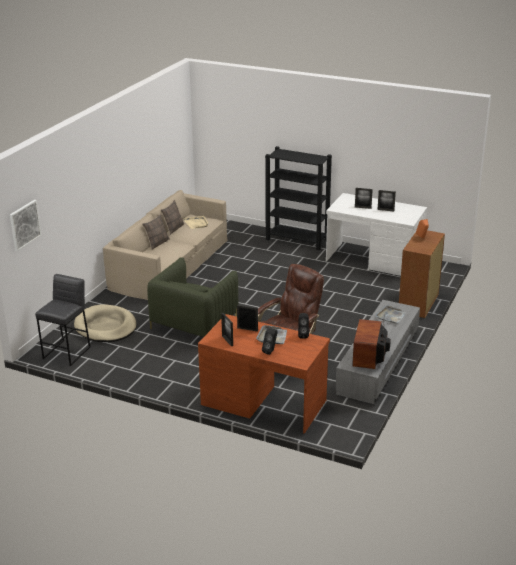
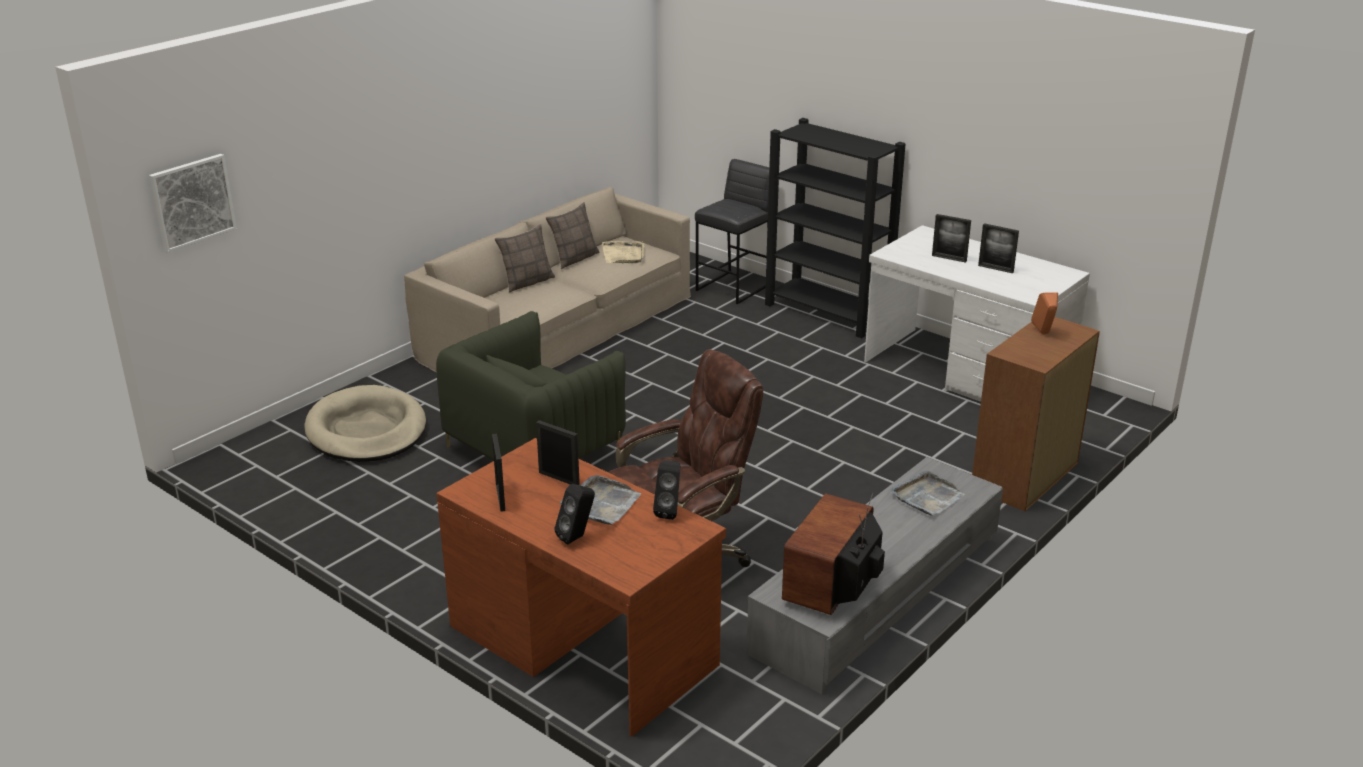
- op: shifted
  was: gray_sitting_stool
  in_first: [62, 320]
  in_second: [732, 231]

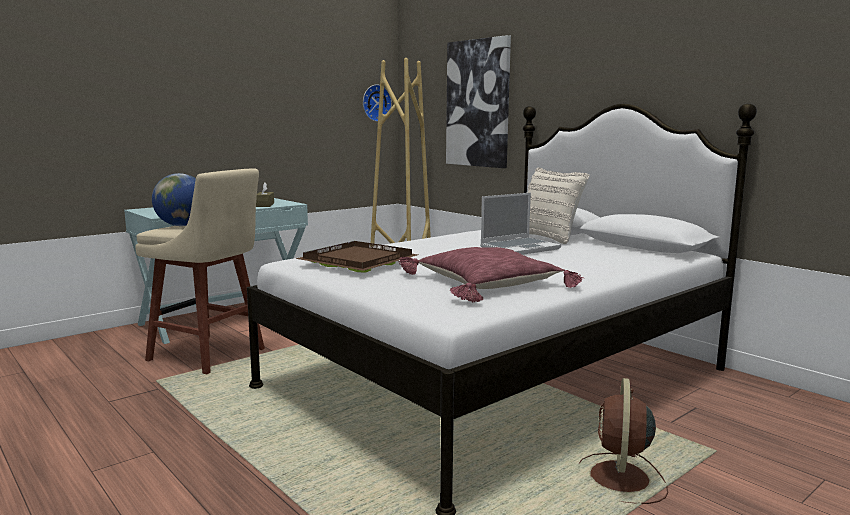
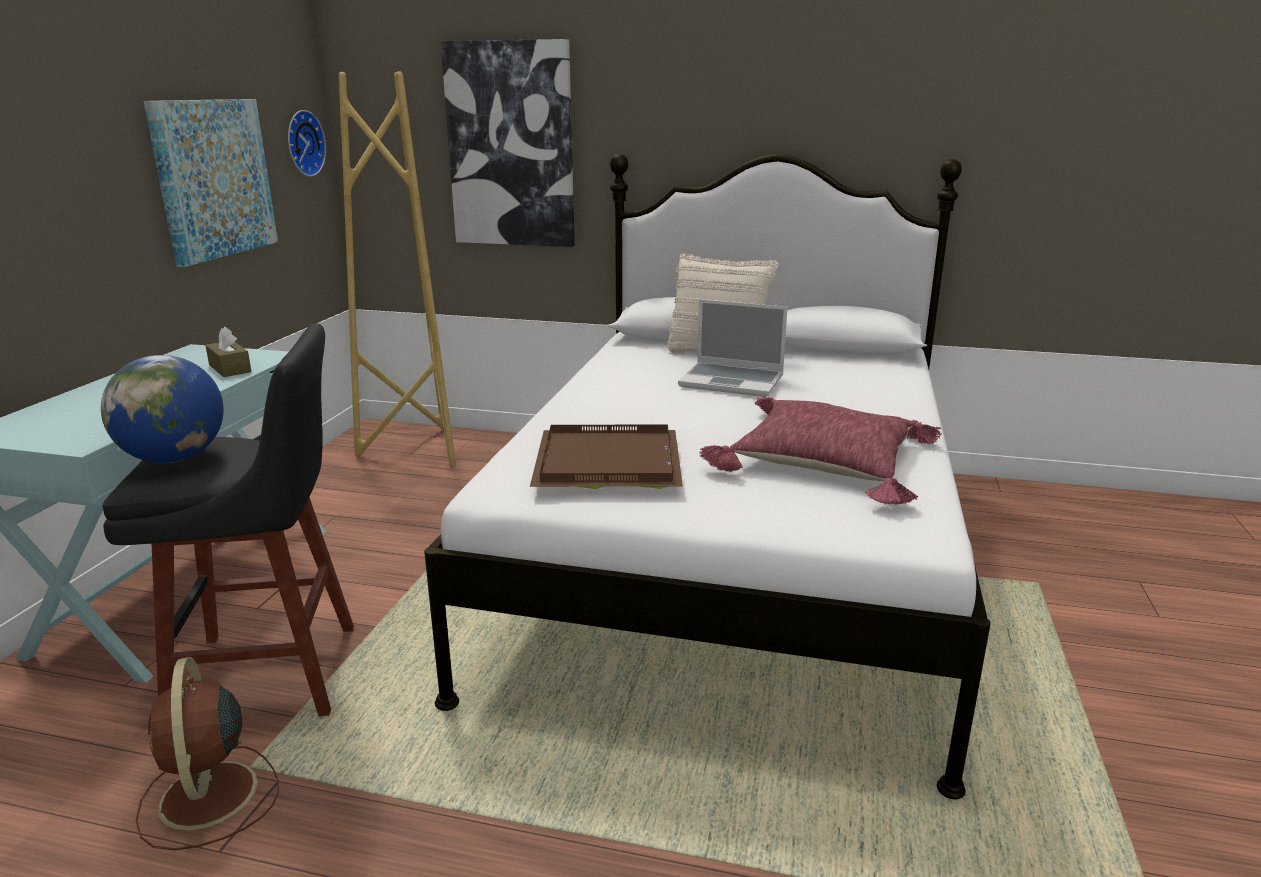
- op: repainted
  was: sand-coloured_sitting_stool
  now: black-coloured_sitting_stool
  in_first: [200, 271]
  in_second: [228, 519]
- op: shifted
  was: brownish_fan
  in_first: [623, 441]
  in_second: [207, 753]
- op: new
  now: wall_art
  in_second: [210, 183]
- op: rotated
  was: notebook_computer
  in_first: [520, 224]
  in_second: [733, 348]
  clockwise: 90

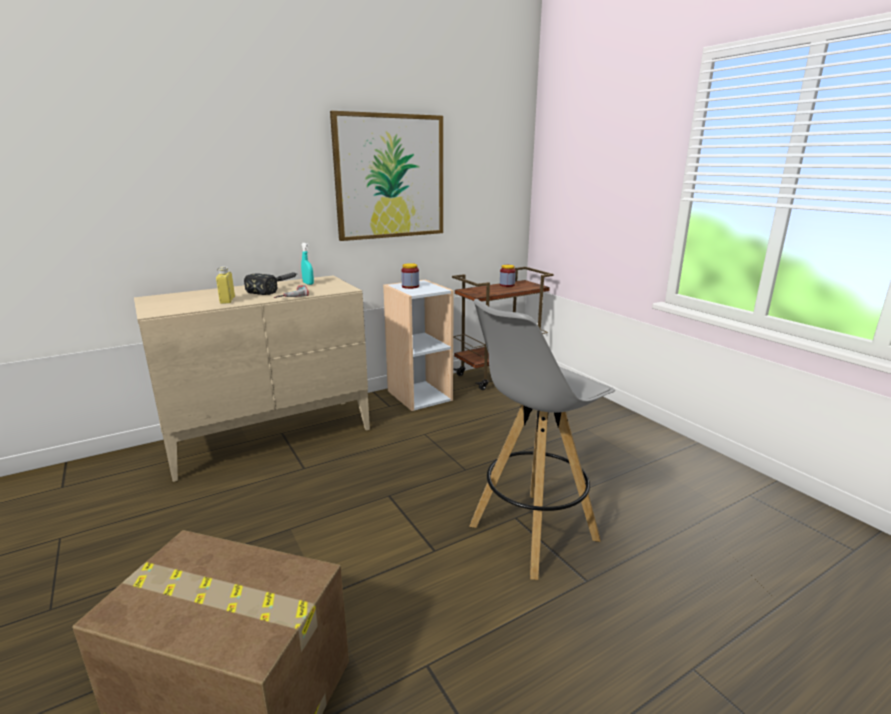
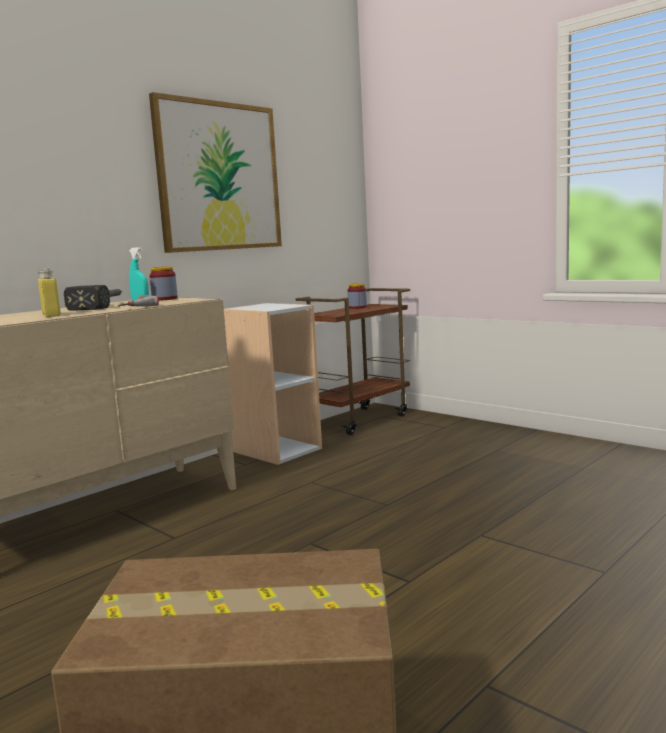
- op: shifted
  was: preserve_jar
  in_first: [410, 276]
  in_second: [164, 283]
- op: gone
  was: gray_sitting_stool
  in_first: [542, 439]

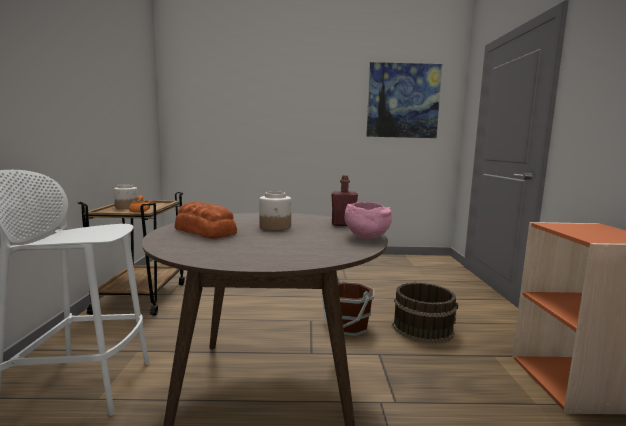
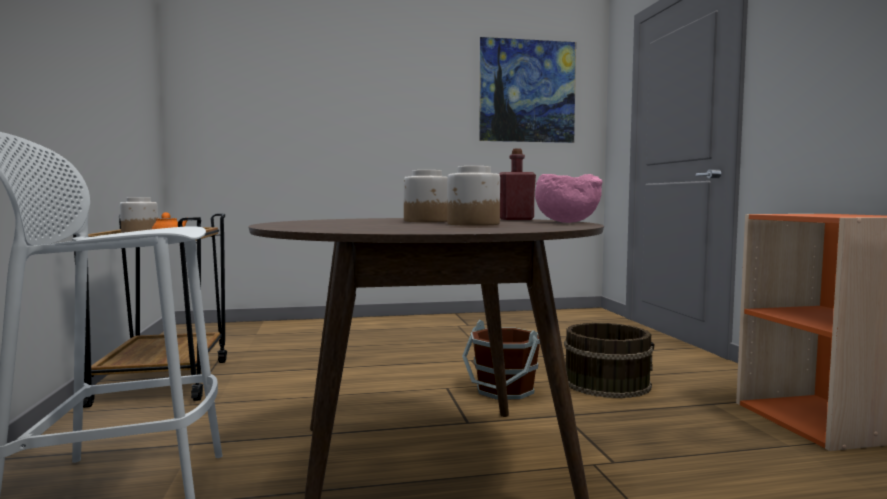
- op: new
  now: preserve_jar
  in_second: [473, 196]
- op: gone
  was: bread
  in_first: [206, 220]

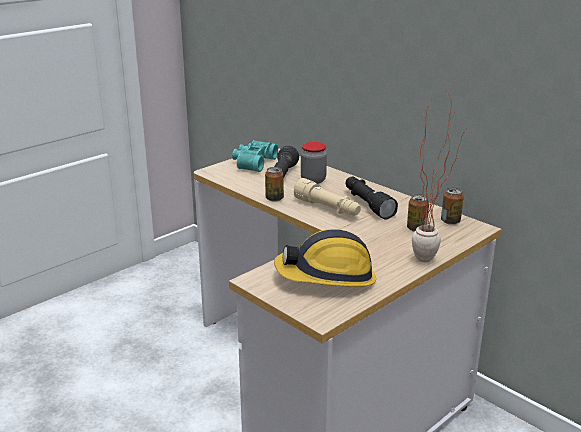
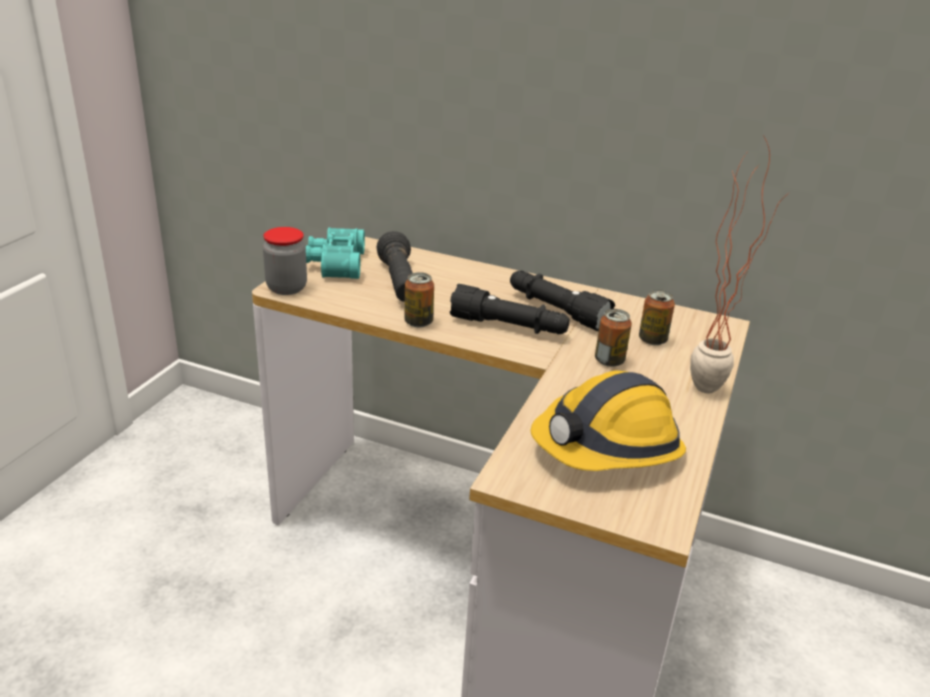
- op: shifted
  was: preserve_jar
  in_first: [314, 163]
  in_second: [285, 261]
- op: repainted
  was: sand-coloured_torch
  now: black-coloured_torch
  in_first: [327, 197]
  in_second: [510, 309]
- op: shifted
  was: metal_can
  in_first: [452, 206]
  in_second: [613, 338]

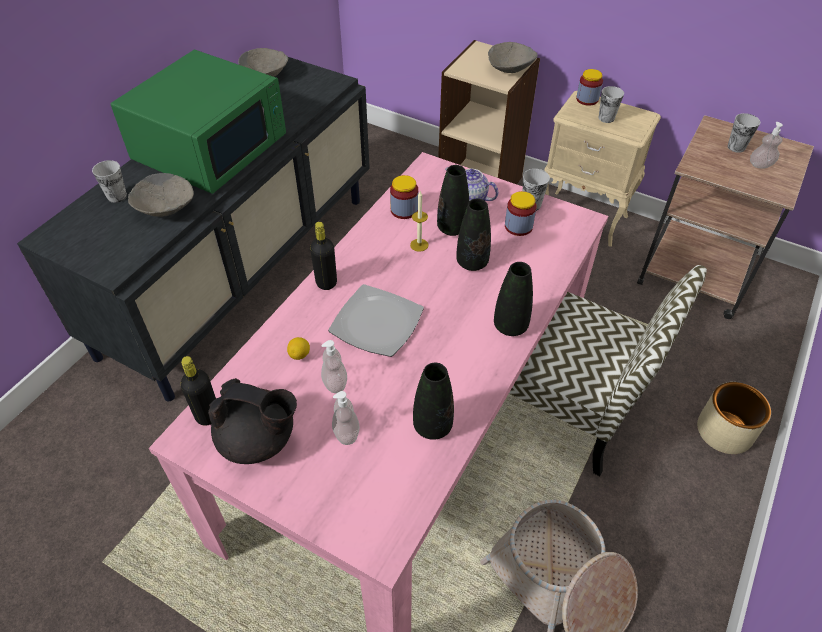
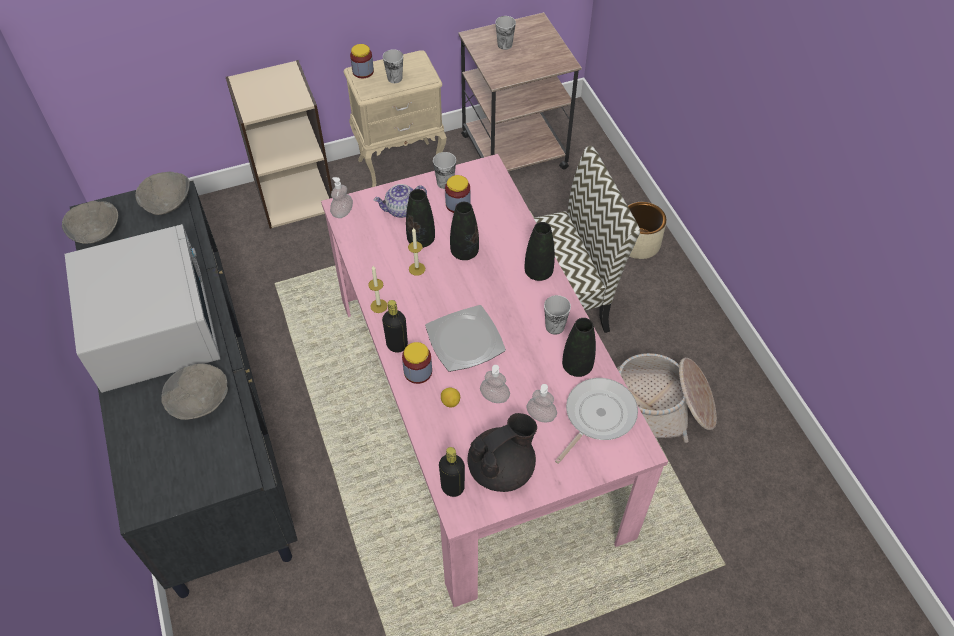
- op: repainted
  was: green-coloured_kitchen_microwave
  now: white-coloured_kitchen_microwave
  in_first: [198, 121]
  in_second: [142, 308]
- op: shifted
  was: gray_bowl
  in_first: [513, 57]
  in_second: [162, 193]
- op: shifted
  was: liquid_soap_bottle
  in_first: [766, 145]
  in_second: [341, 197]
- op: new
  now: wax_candle
  in_second: [378, 289]
- op: shifted
  was: preserve_jar
  in_first: [404, 197]
  in_second: [417, 363]
- op: shifted
  was: cup
  in_first: [109, 181]
  in_second: [557, 315]
- op: new
  now: pan
  in_second: [596, 421]

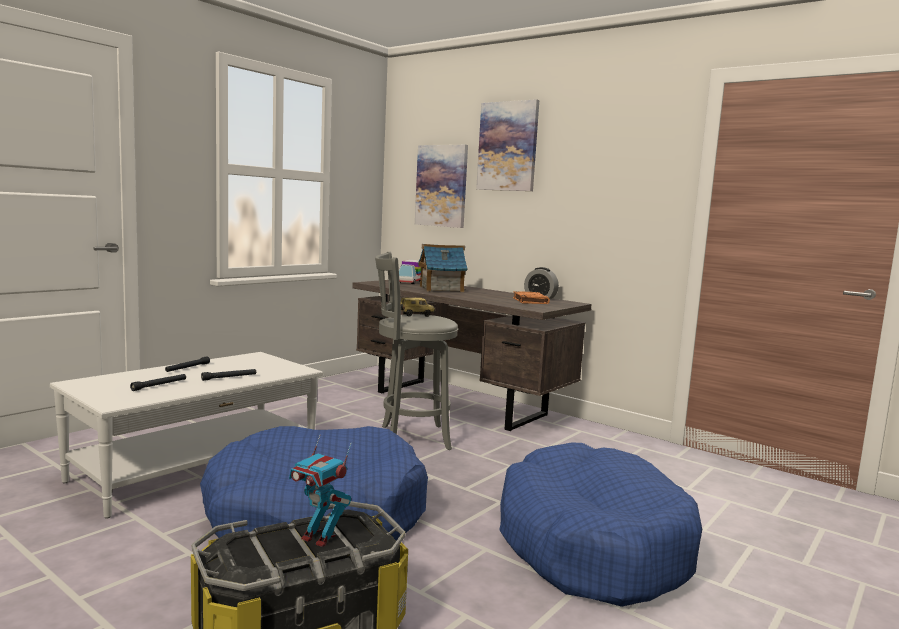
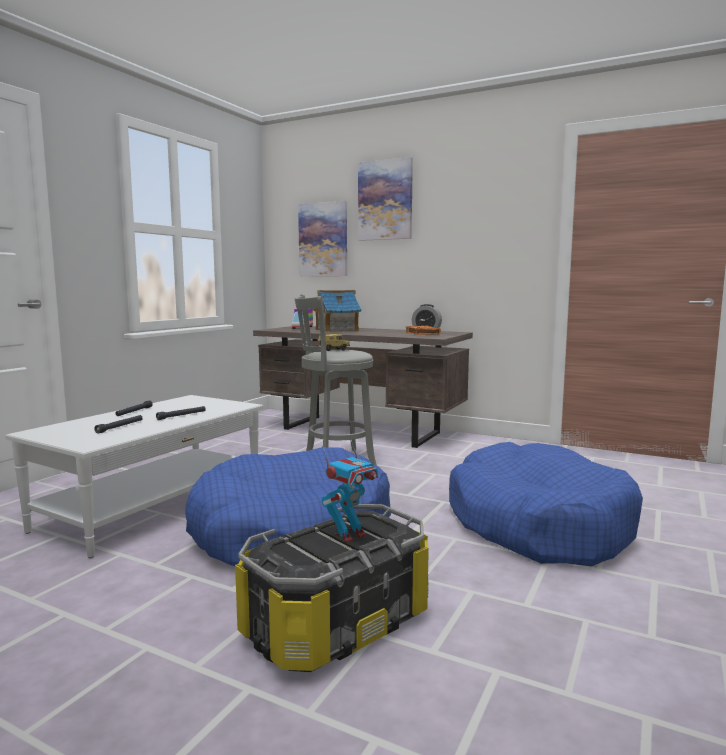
- op: rotated
  was: robot_figure
  in_first: [320, 490]
  in_second: [350, 491]
  clockwise: -60

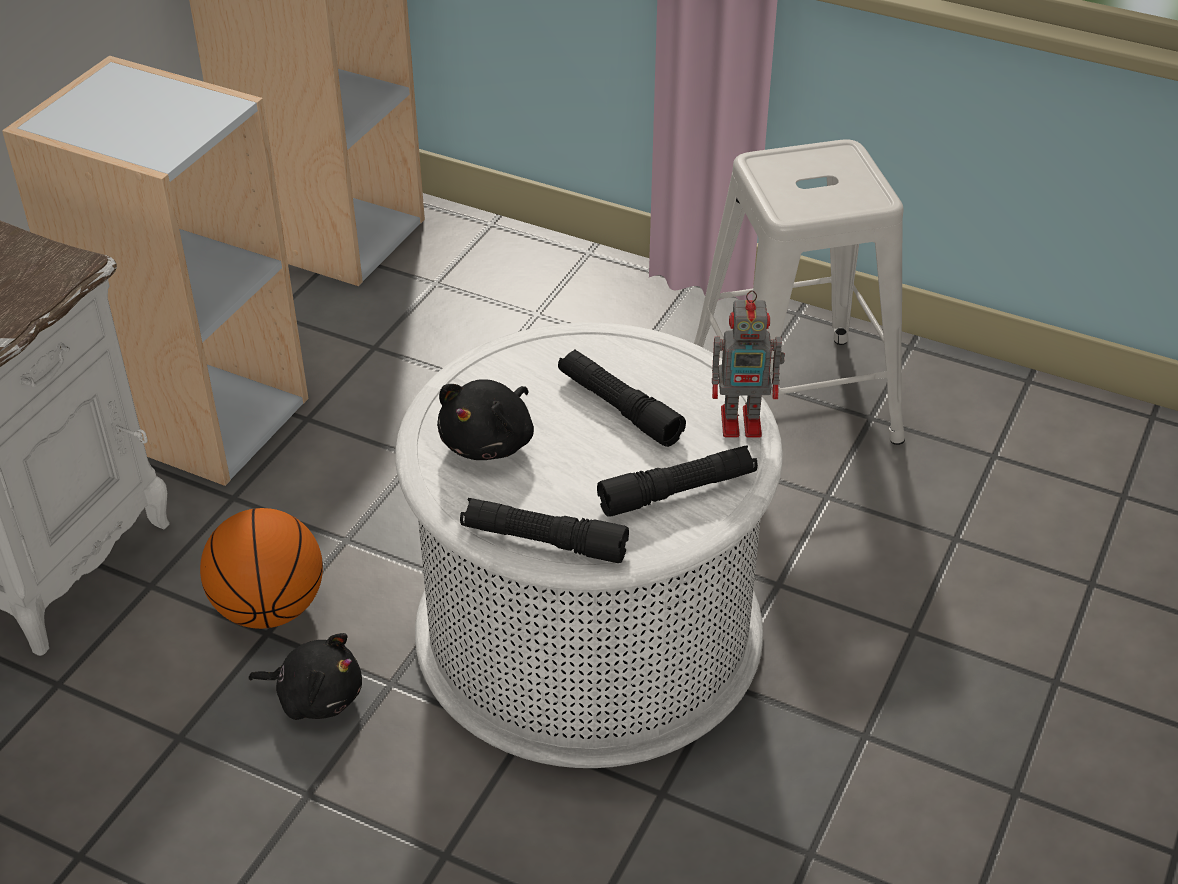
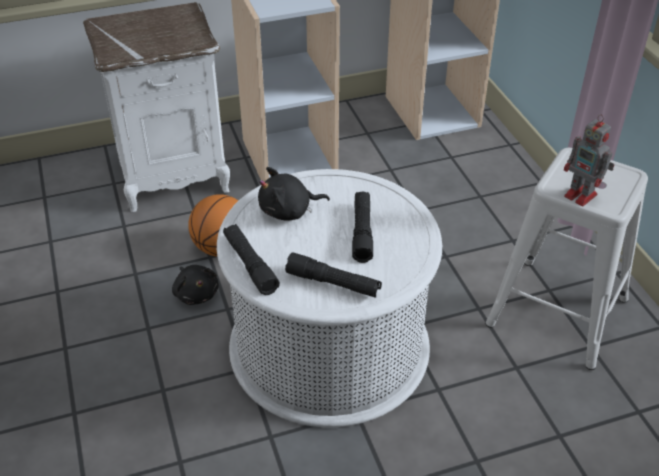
- op: shifted
  was: robot_figure
  in_first: [748, 364]
  in_second: [589, 160]

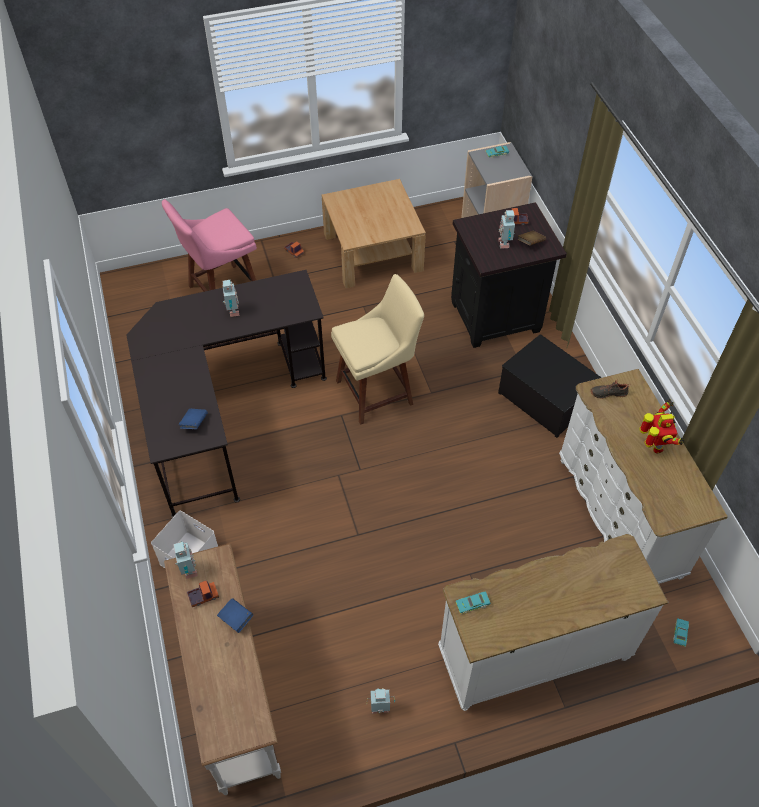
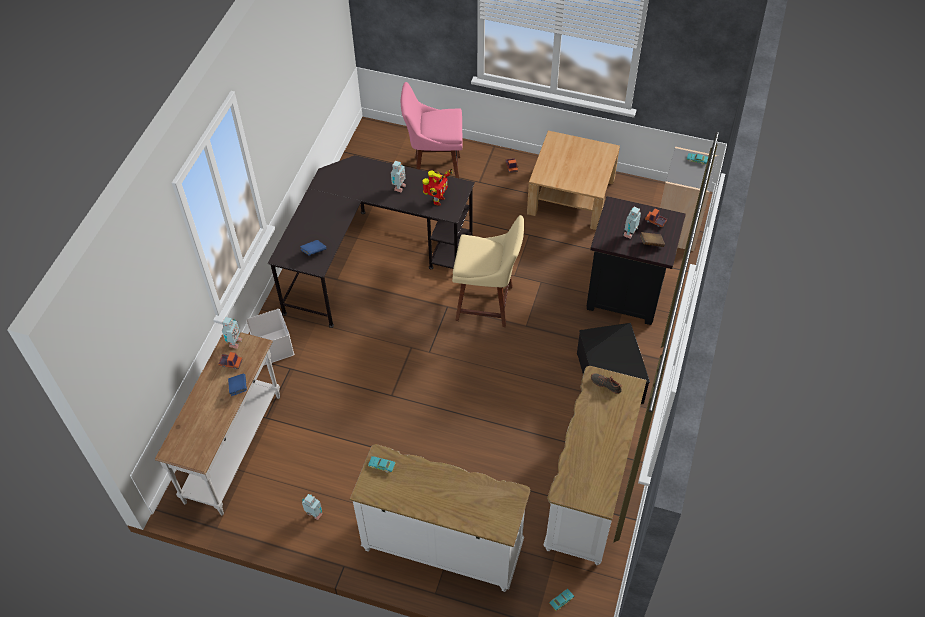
- op: shifted
  was: robot_figure
  in_first: [662, 426]
  in_second: [437, 187]

